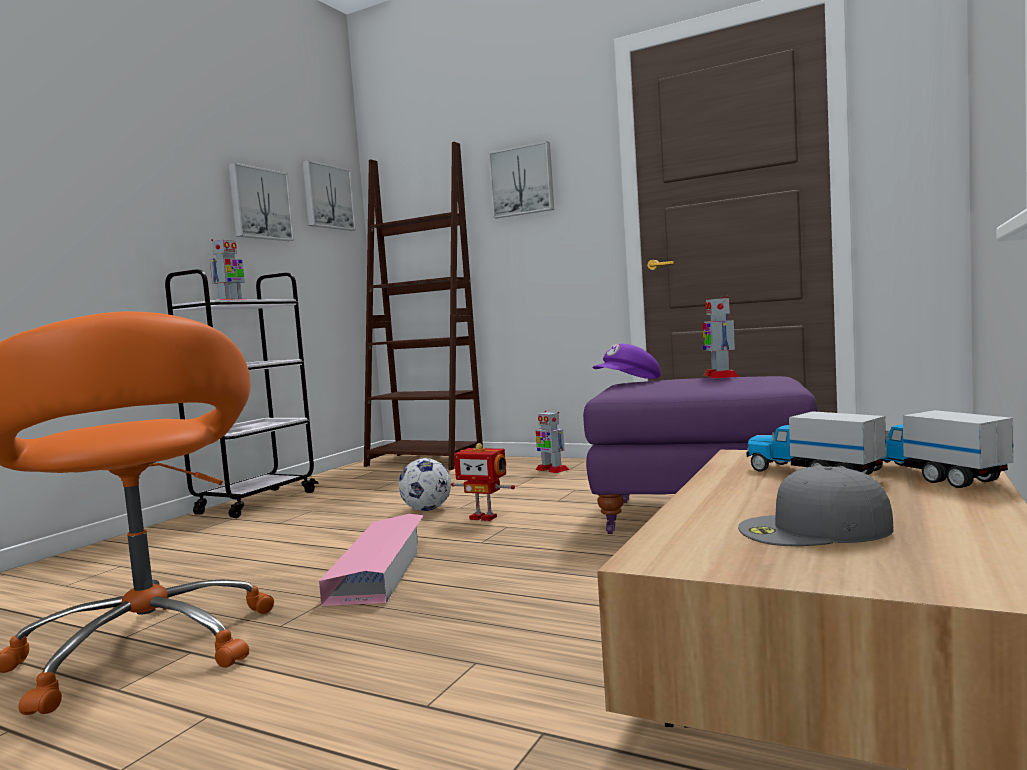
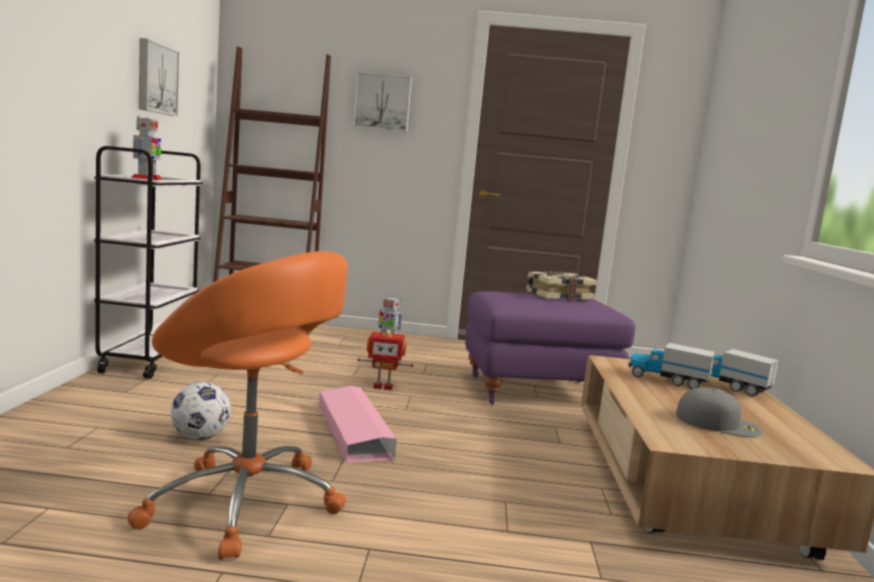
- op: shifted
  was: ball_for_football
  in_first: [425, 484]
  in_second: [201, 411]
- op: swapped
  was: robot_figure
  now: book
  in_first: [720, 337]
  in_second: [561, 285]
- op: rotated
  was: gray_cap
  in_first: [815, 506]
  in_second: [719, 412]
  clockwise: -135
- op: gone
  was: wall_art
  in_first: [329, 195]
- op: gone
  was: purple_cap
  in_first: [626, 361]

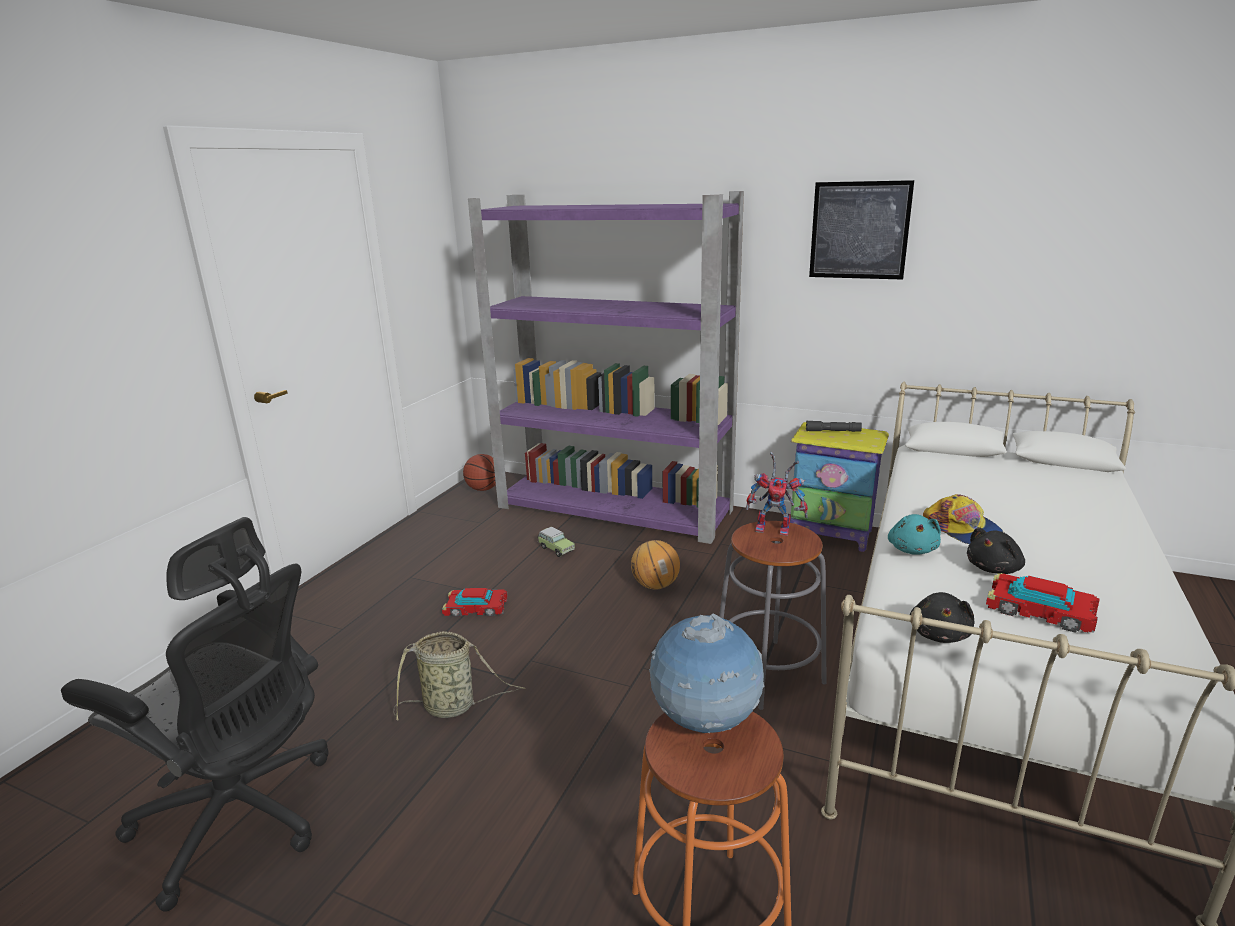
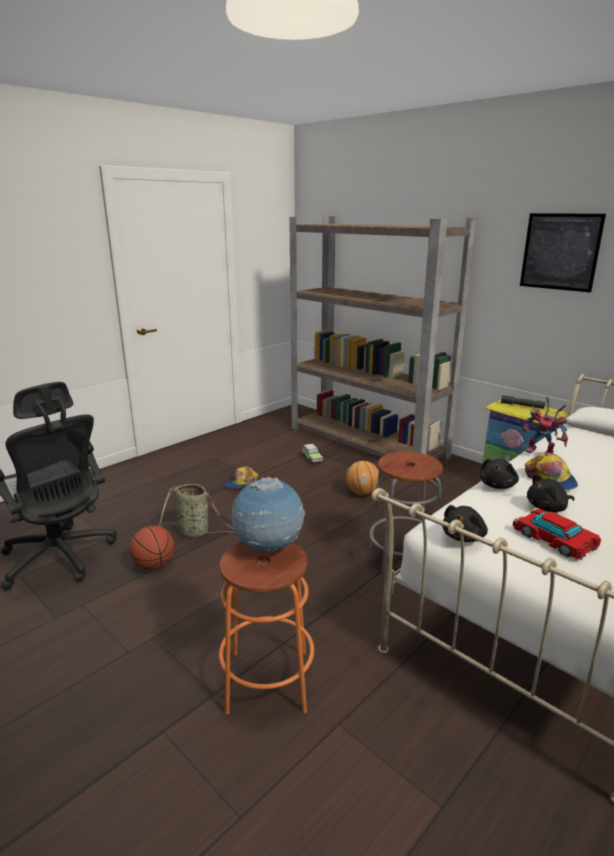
- op: shifted
  was: ball_for_basketball
  in_first: [479, 472]
  in_second: [152, 548]
- op: swapped
  was: miniature_car
  now: cap
  in_first: [474, 602]
  in_second: [241, 477]
- op: repainted
  was: purple_bookshelf
  now: brownish_bookshelf
  in_first: [606, 367]
  in_second: [382, 341]
- op: repainted
  was: turquoise-coloured_plush_toy
  now: black-coloured_plush_toy
  in_first: [914, 534]
  in_second: [499, 473]
- op: shifted
  was: robot_figure
  in_first: [777, 494]
  in_second: [545, 425]

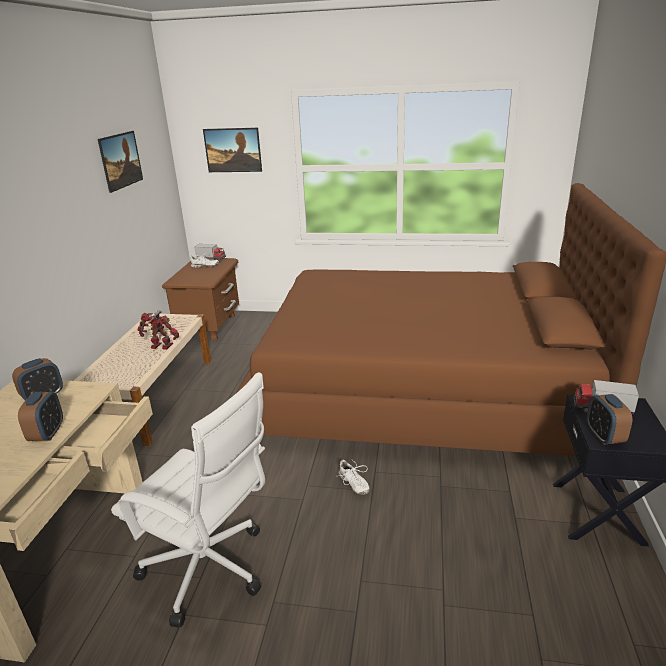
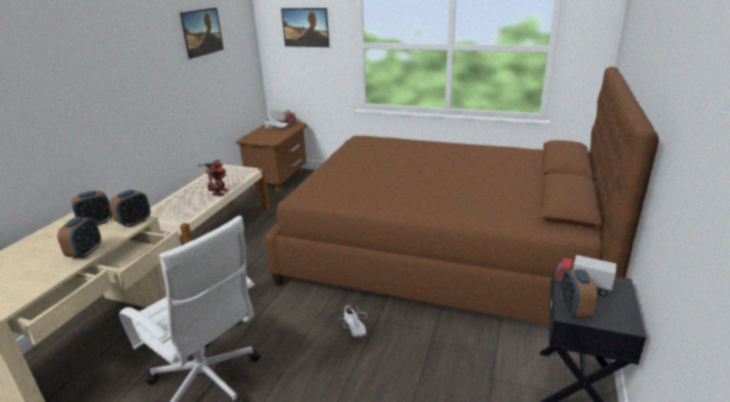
- op: new
  now: bedside_clock
  in_second: [130, 209]
- op: rotated
  was: robot_figure
  in_first: [158, 330]
  in_second: [213, 178]
  clockwise: 75

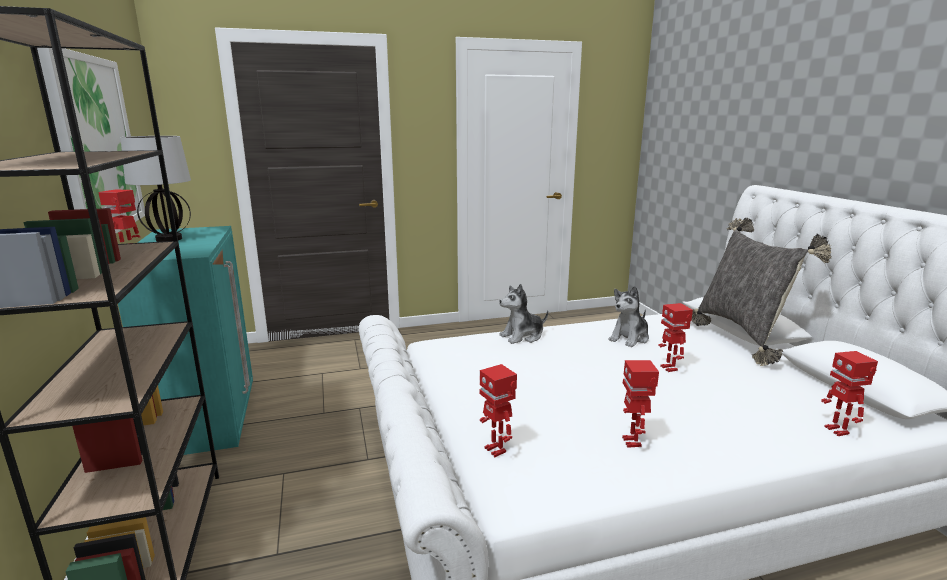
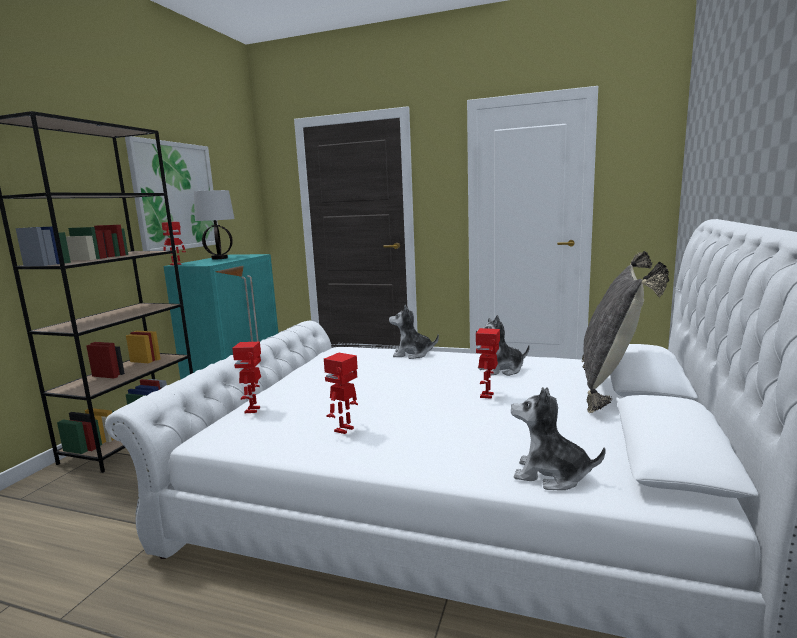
- op: swapped
  was: robot_figure
  now: plush_toy
  in_first: [849, 393]
  in_second: [558, 438]

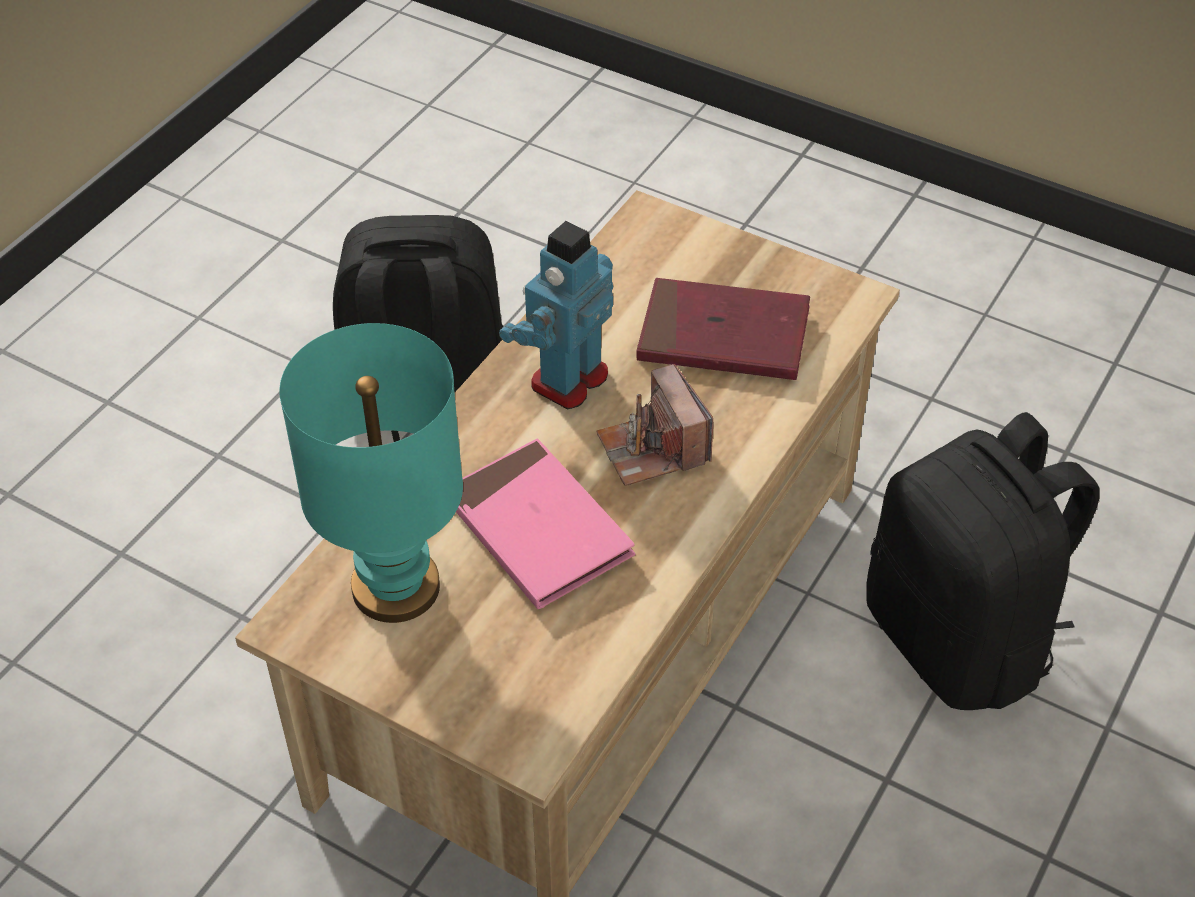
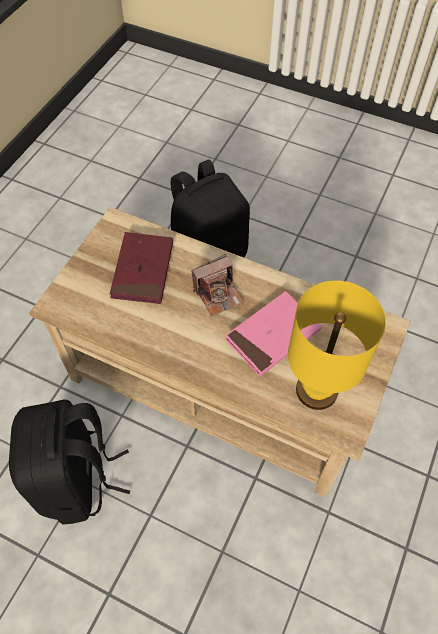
- op: repainted
  was: turquoise-coloured_tabletop_lamp
  now: yellow-coloured_tabletop_lamp
  in_first: [371, 473]
  in_second: [337, 345]
- op: gone
  was: robot_figure
  in_first: [556, 315]

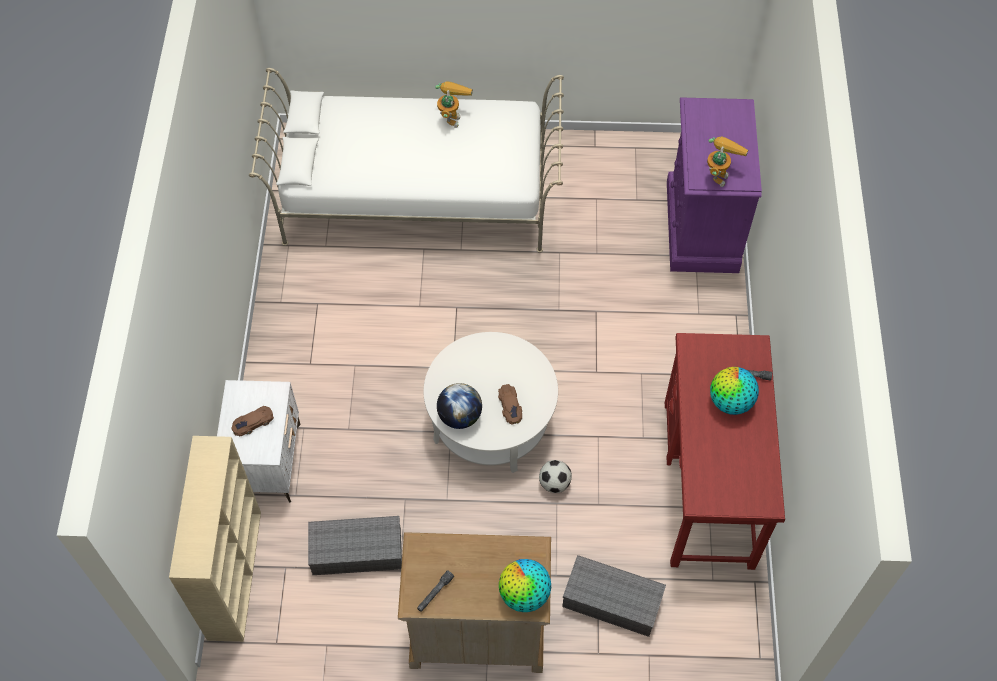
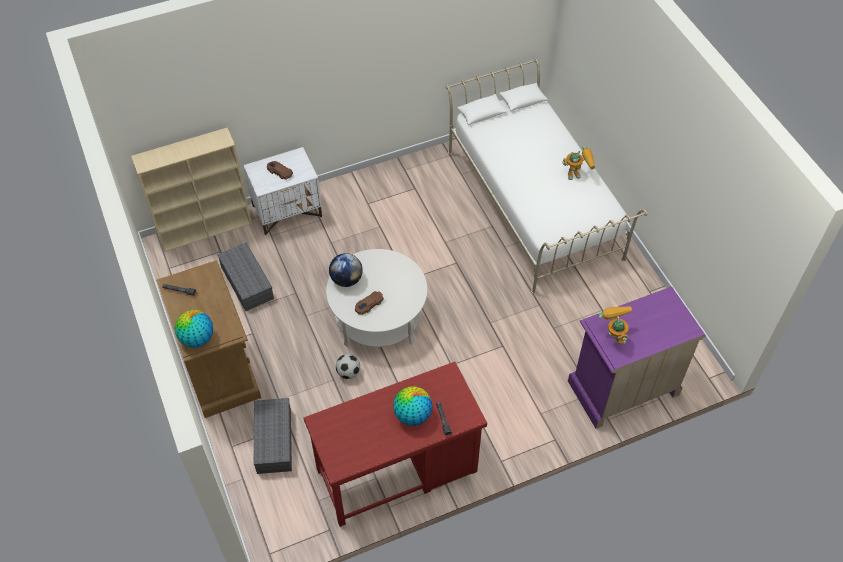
- op: rotated
  was: robot_figure
  in_first: [727, 161]
  in_second: [615, 325]
  clockwise: -105

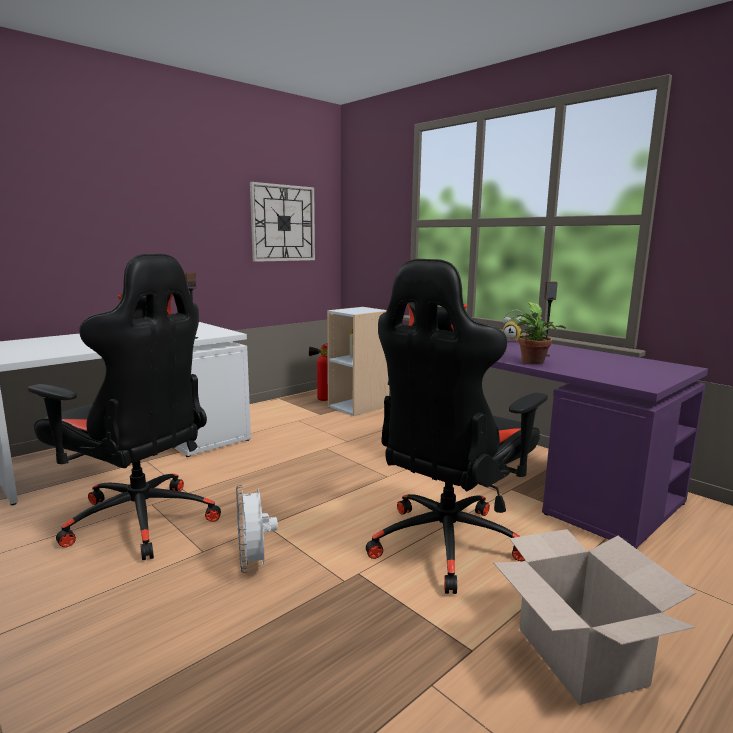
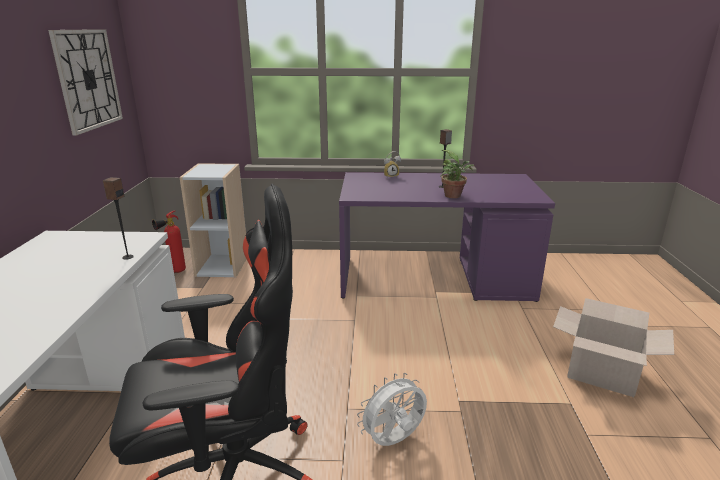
- op: rotated
  was: white-coloured_fan
  in_first: [257, 529]
  in_second: [392, 409]
  clockwise: 120
- op: gone
  was: black-coloured_office_chair
  in_first: [457, 426]

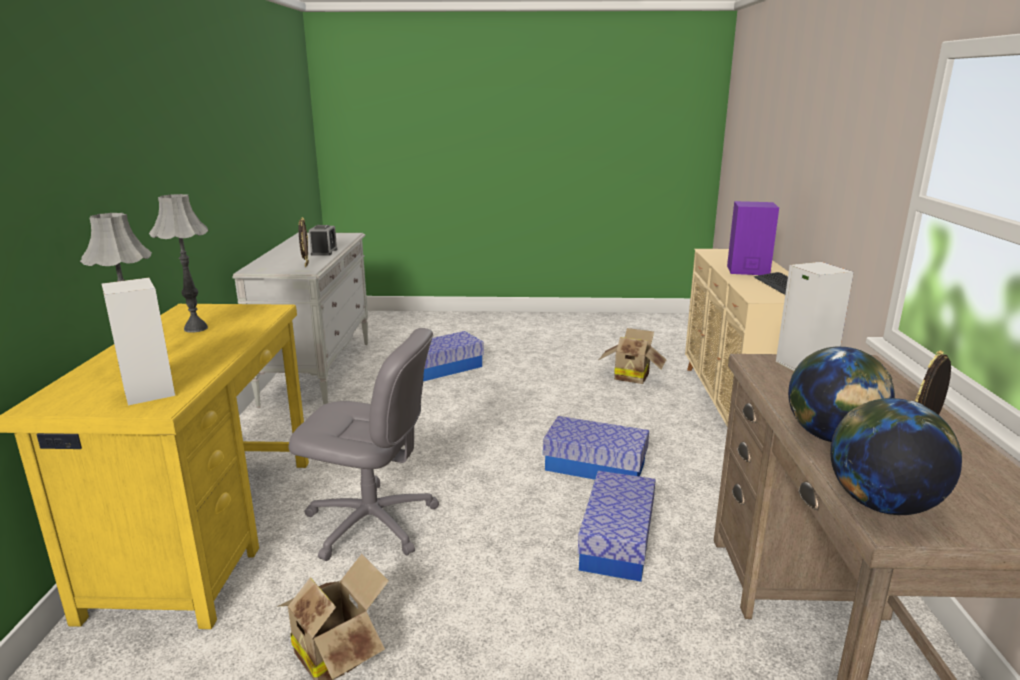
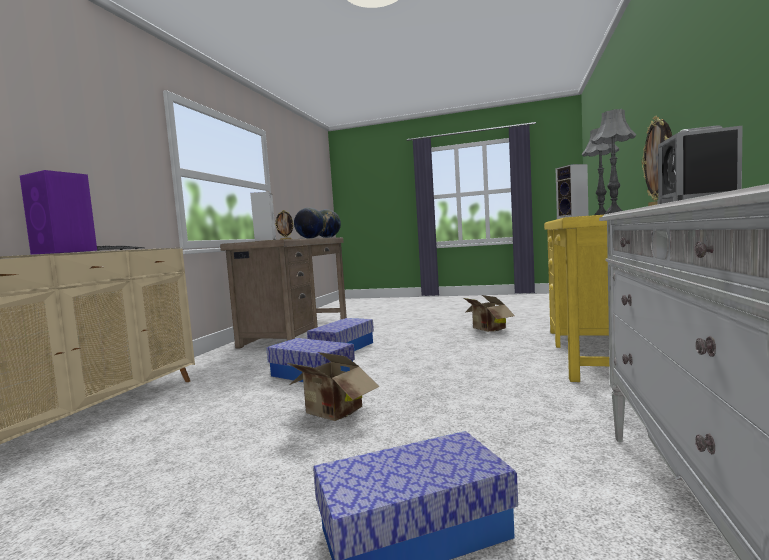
- op: shifted
  was: packing_box
  in_first: [633, 356]
  in_second: [333, 386]
- op: gone
  was: gray_office_chair
  in_first: [364, 444]

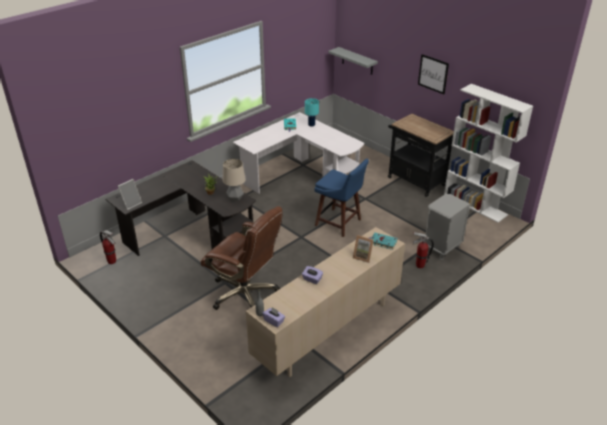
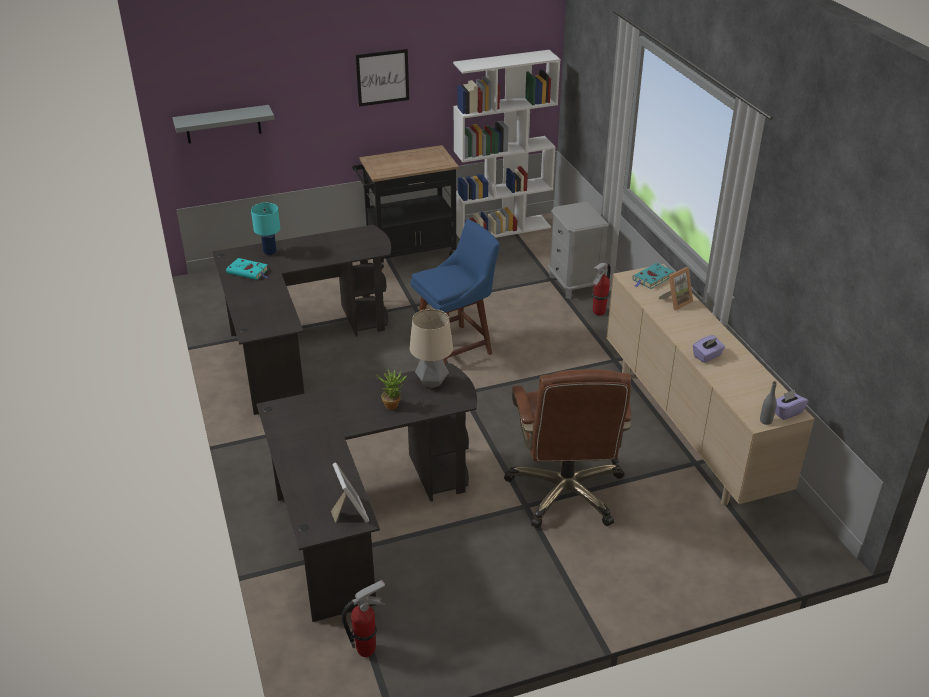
- op: repainted
  was: white-coloured_desk
  now: black-coloured_desk
  in_first: [298, 153]
  in_second: [301, 320]
- op: rotated
  was: brownish_office_chair
  in_first: [242, 258]
  in_second: [567, 449]
  clockwise: 120

